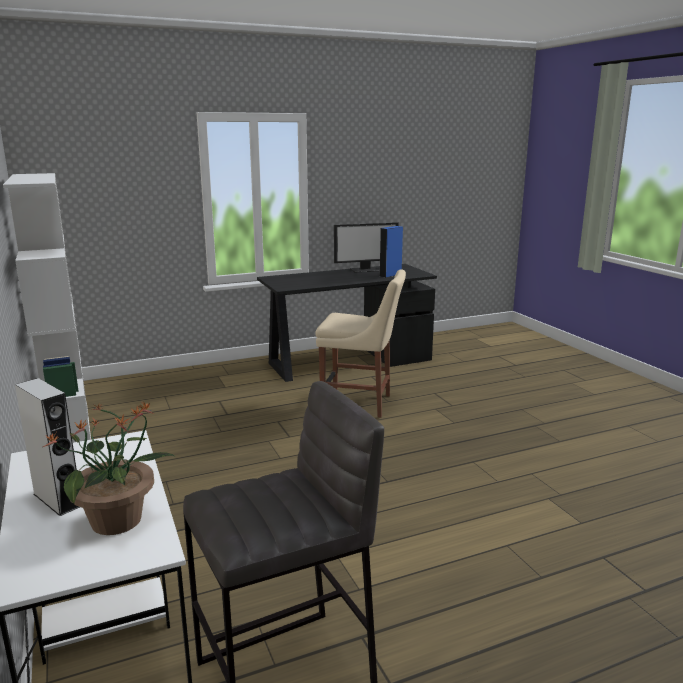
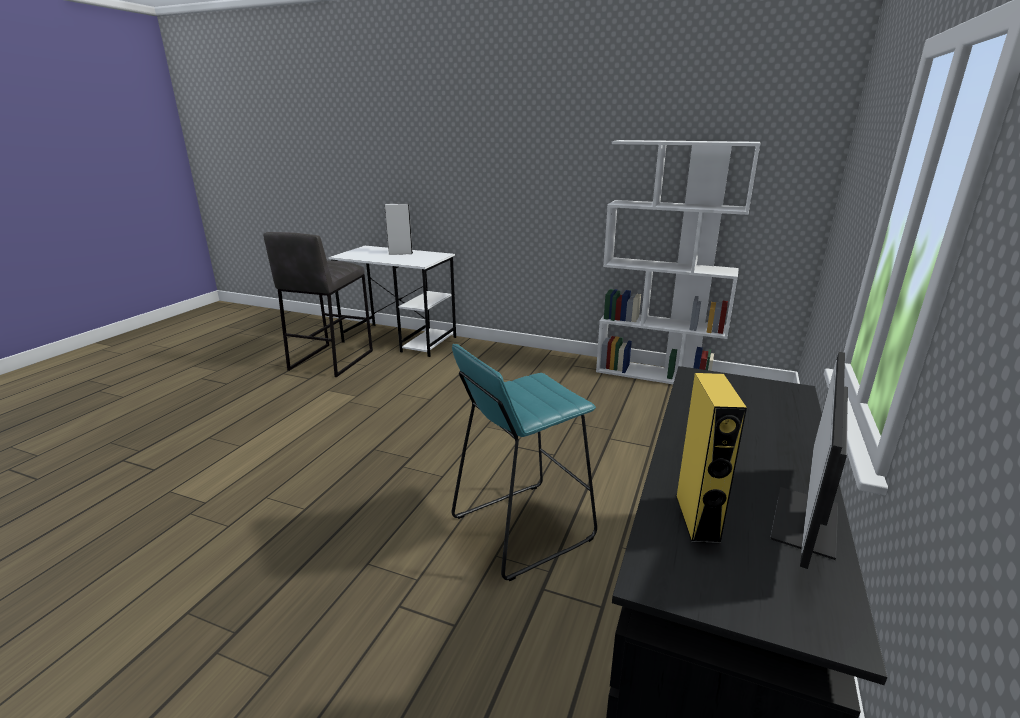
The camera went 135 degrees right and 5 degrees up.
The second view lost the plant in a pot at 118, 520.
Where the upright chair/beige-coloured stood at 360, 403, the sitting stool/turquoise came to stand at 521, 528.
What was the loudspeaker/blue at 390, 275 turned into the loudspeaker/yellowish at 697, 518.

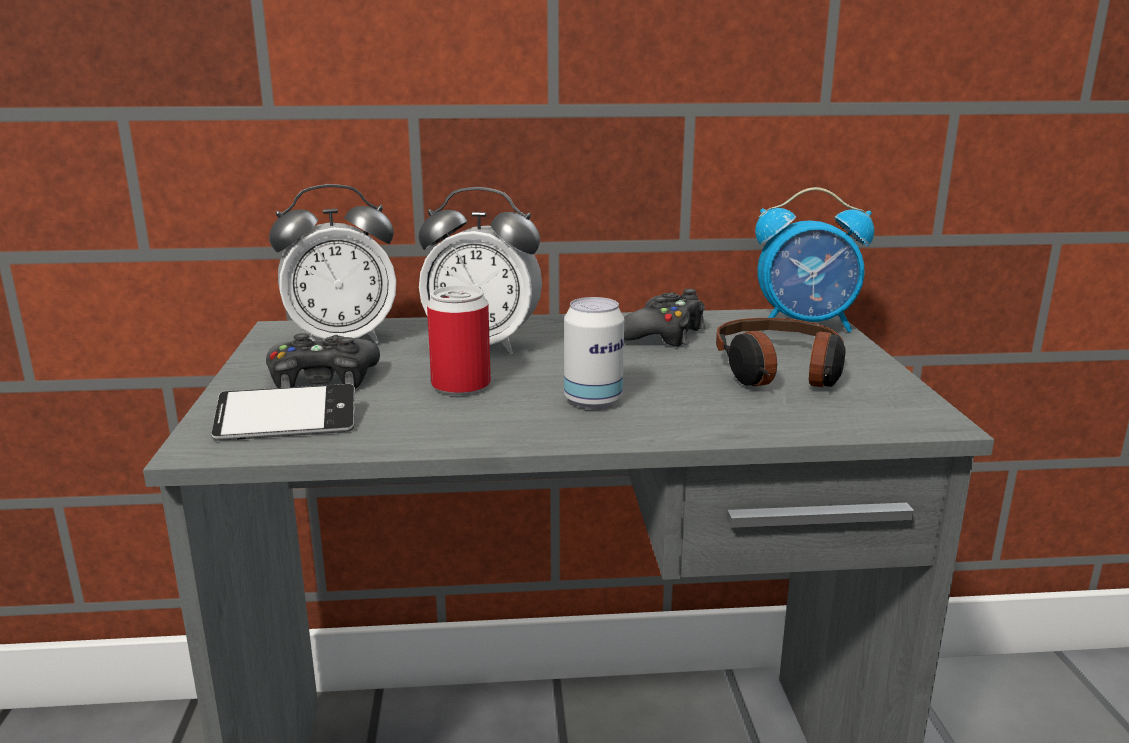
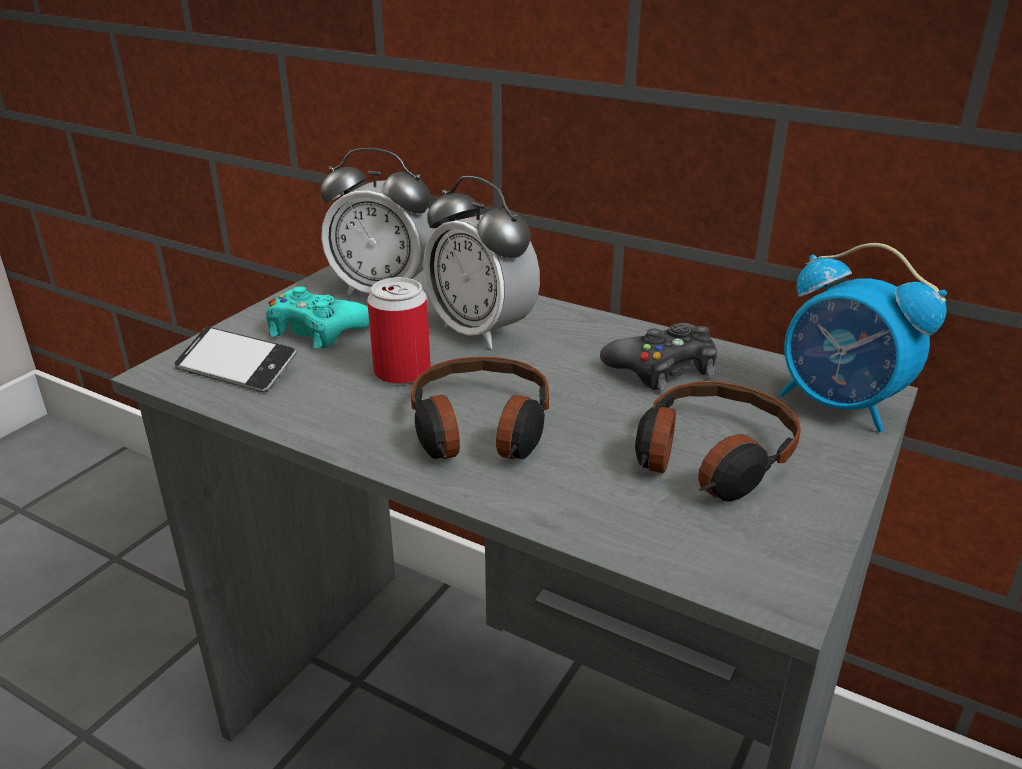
The camera went 35 degrees right and 10 degrees up.
What was the gamepad/black at 323, 379 turned into the gamepad/turquoise at 317, 330.
Where the sealed can stood at 593, 401, the headset came to stand at 480, 429.

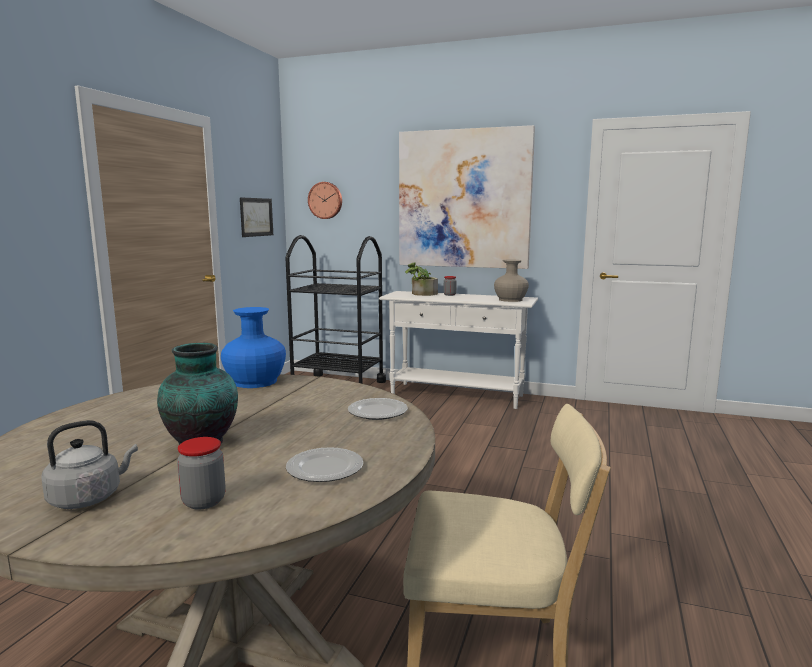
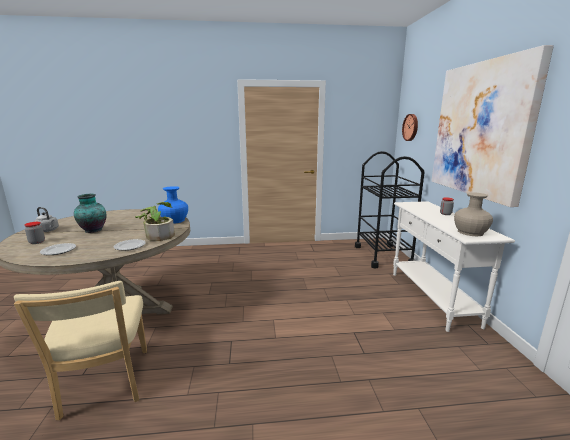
The camera went 65 degrees right and 5 degrees up.
The second view lost the wall art at 256, 217.
The plant in a pot ended up elsewhere, having gone from 421, 294 to 158, 235.

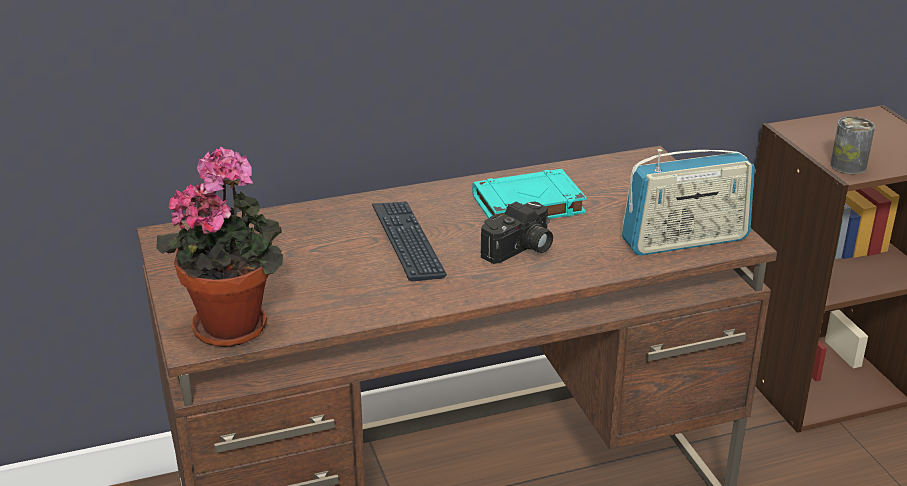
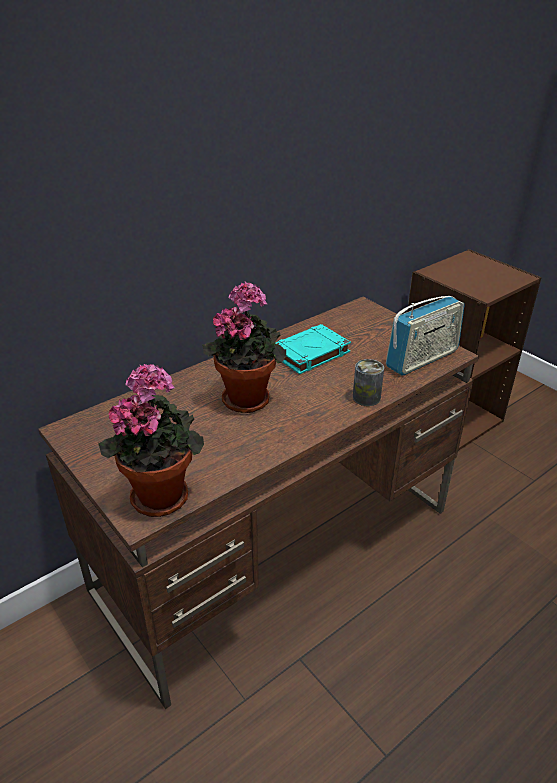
The camera went 20 degrees left and 5 degrees up.
Where the keyboard stood at 407, 241, the plant in a pot came to stand at 247, 397.
The second view lost the photo camera at 520, 250.
The sealed can ended up elsewhere, having gone from 848, 166 to 366, 397.

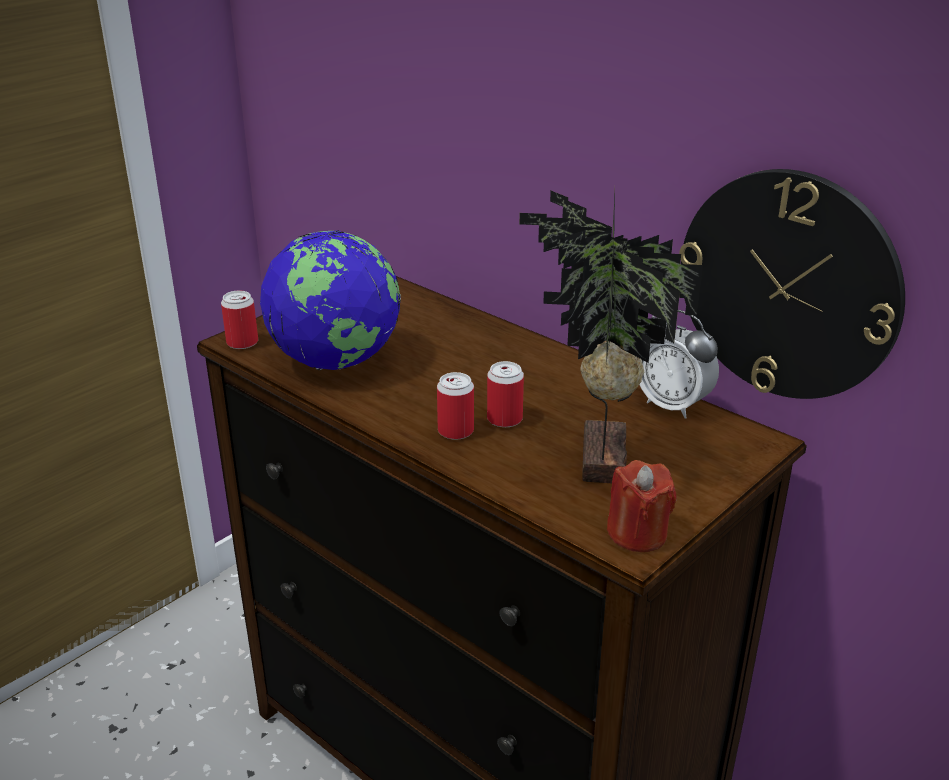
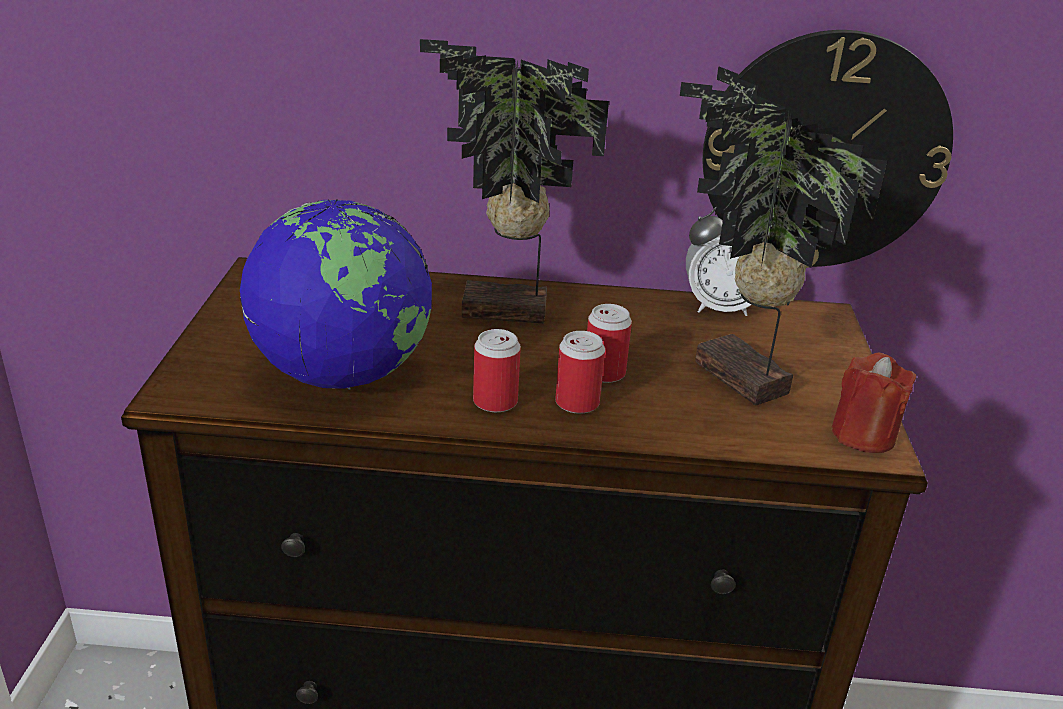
The camera went 40 degrees left and 0 degrees up.
The sealed can ended up elsewhere, having gone from 242, 343 to 495, 402.
The second view gained the plant in a pot at 506, 314.

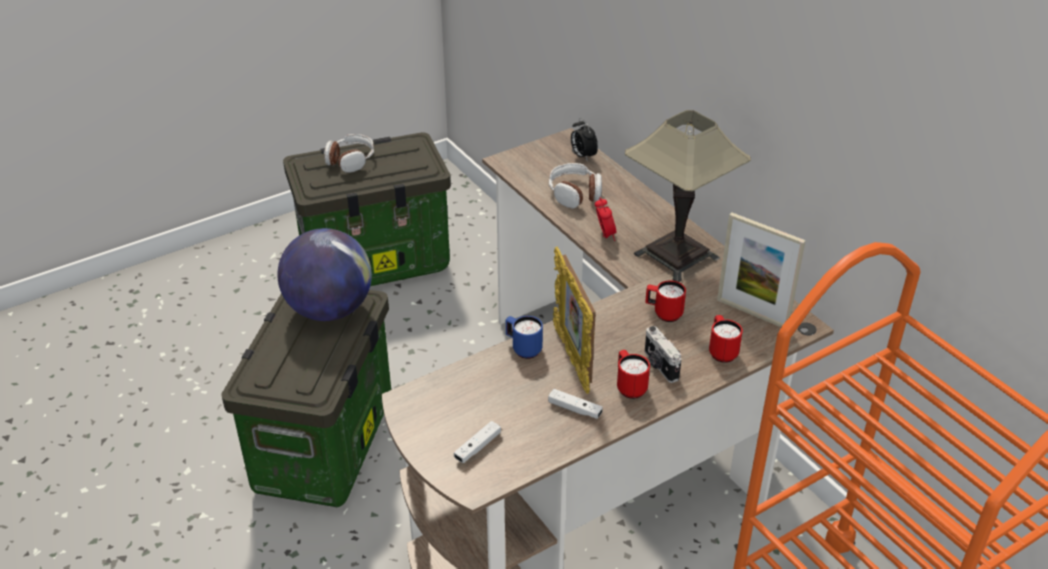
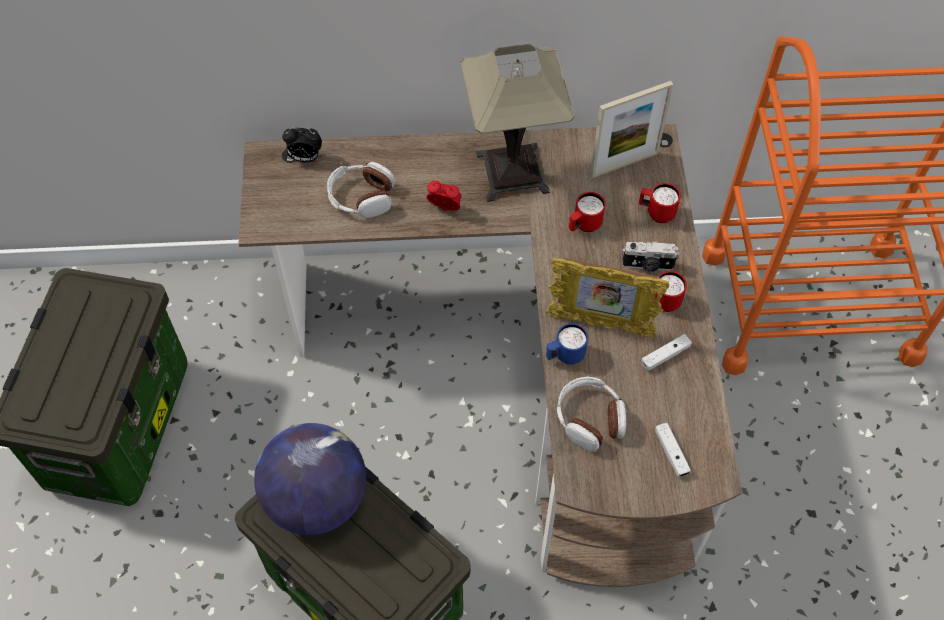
The camera went 60 degrees left and 20 degrees up.
The headset ended up elsewhere, having gone from 350, 160 to 590, 419.

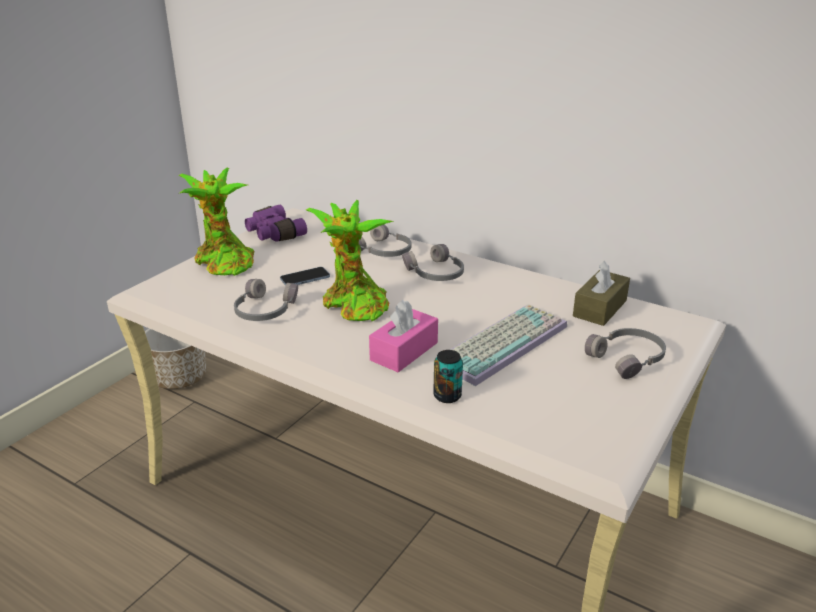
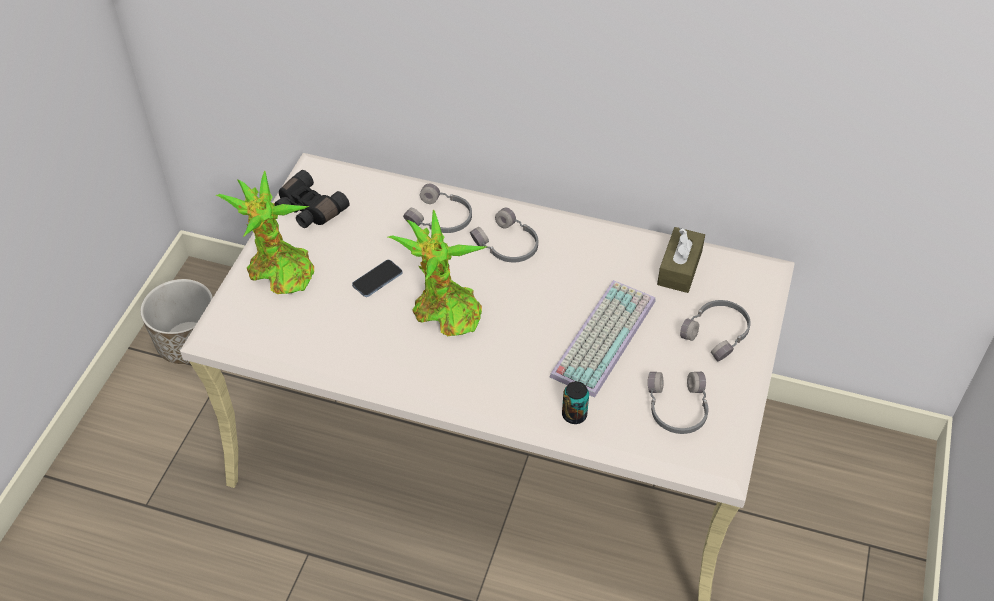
The camera went 15 degrees left and 20 degrees up.
The headset/gray ended up elsewhere, having gone from 264, 310 to 676, 408.
What was the binoculars/purplish at 273, 234 turned into the binoculars/black at 308, 210.
The second view lost the tissue holder/pink-coloured at 404, 351.

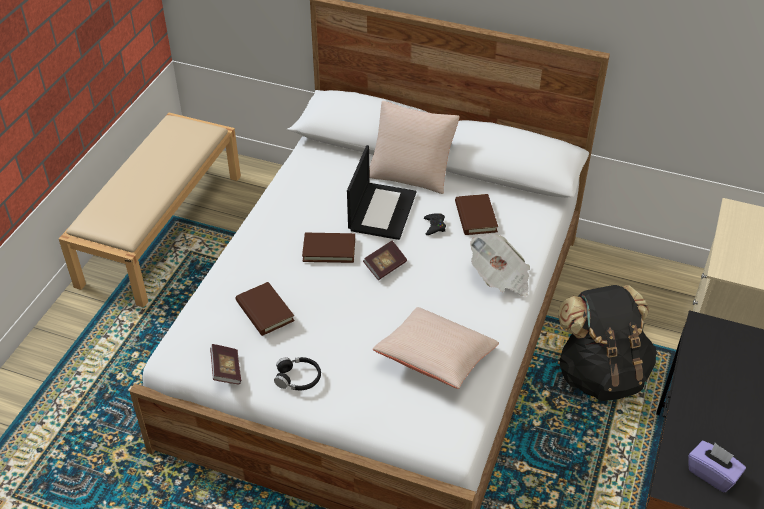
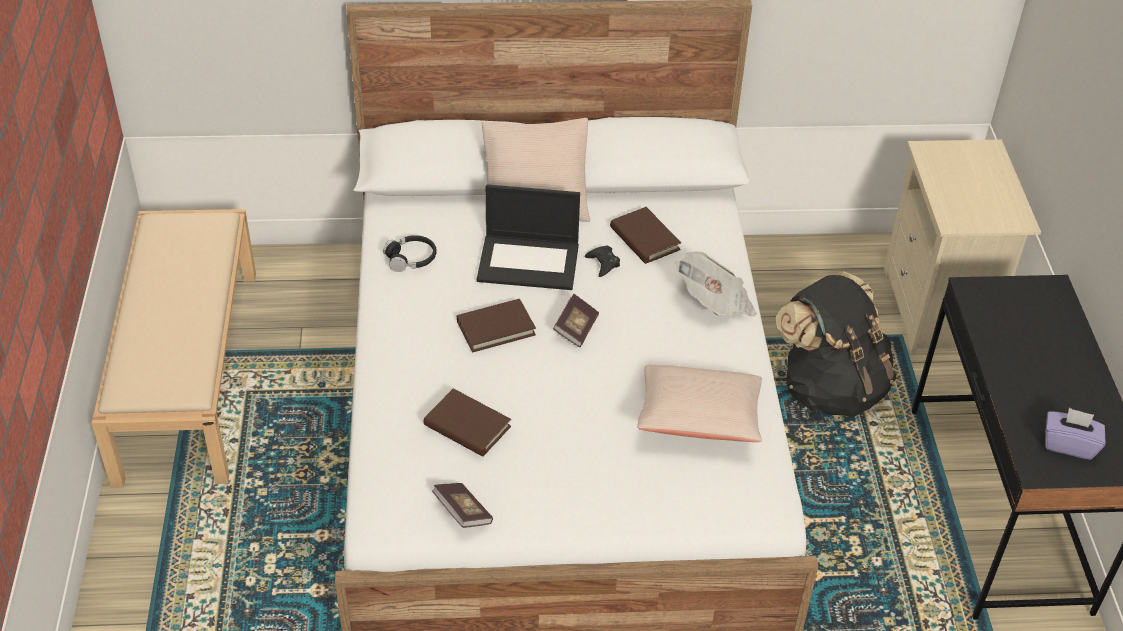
The camera went 25 degrees left and 0 degrees up.
The headset/black ended up elsewhere, having gone from 298, 378 to 411, 259.
The notebook computer at 382, 210 ended up facing another way, 105 degrees clockwise from before.

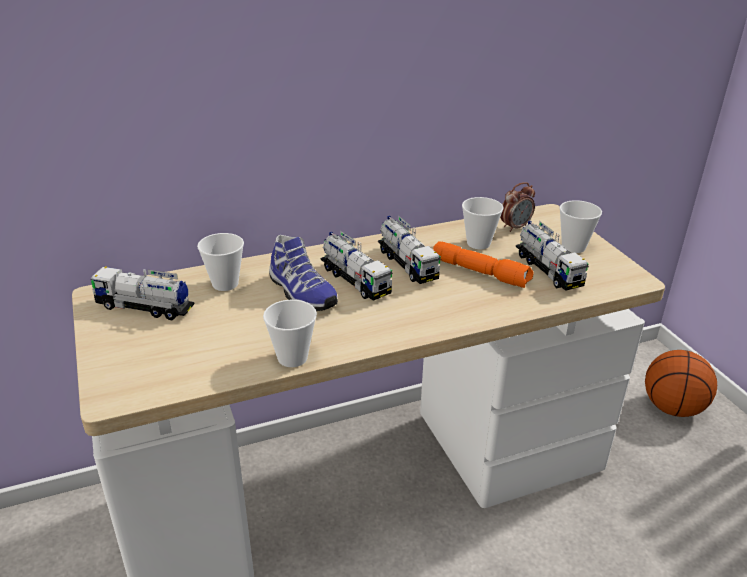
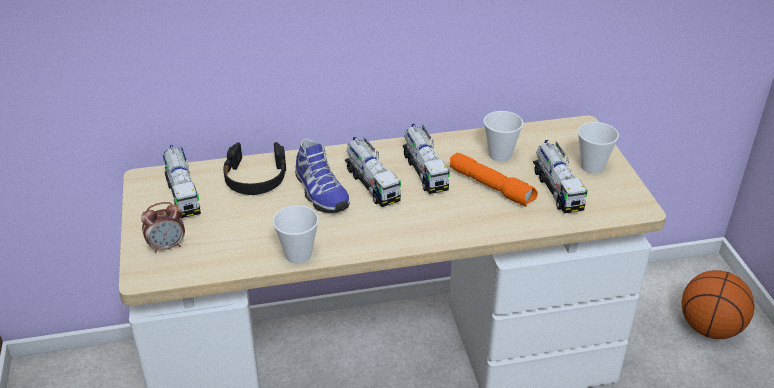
The camera went 10 degrees right and 5 degrees up.
The model truck at 145, 307 ended up facing another way, 135 degrees counterclockwise from before.
Where the cup stood at 225, 284, the headset/black came to stand at 255, 177.
The table clock ended up elsewhere, having gone from 515, 227 to 167, 246.

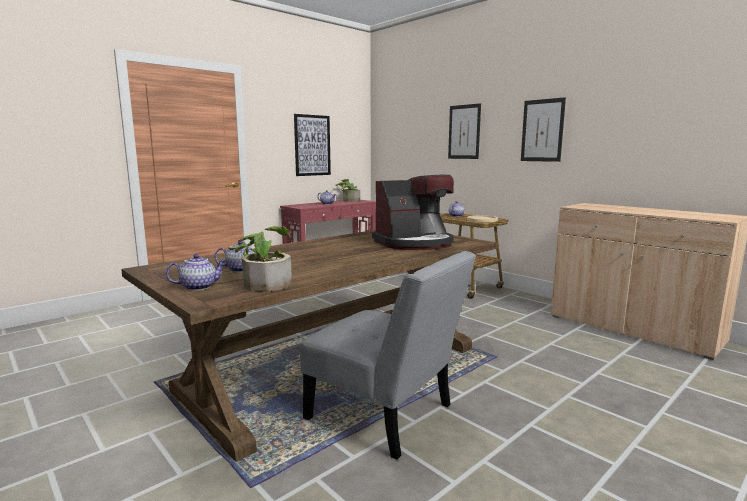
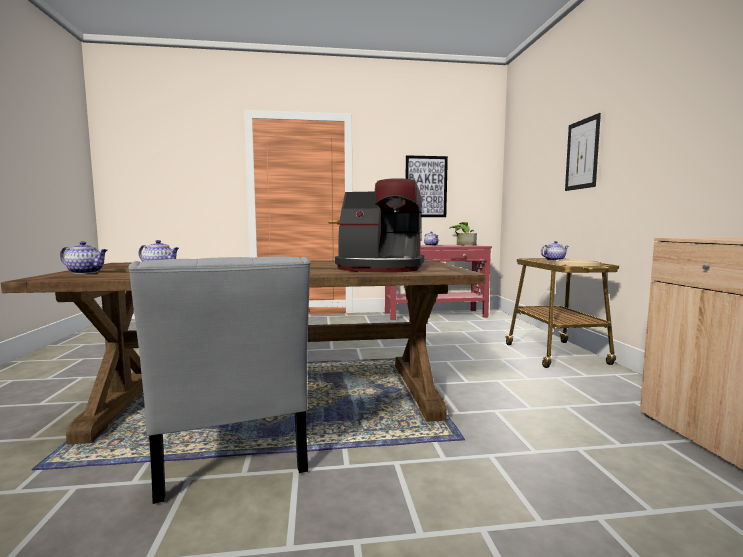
The camera went 35 degrees right and 5 degrees down.
The second view lost the plant in a pot at 264, 283.
The second view lost the wall art at 542, 130.

